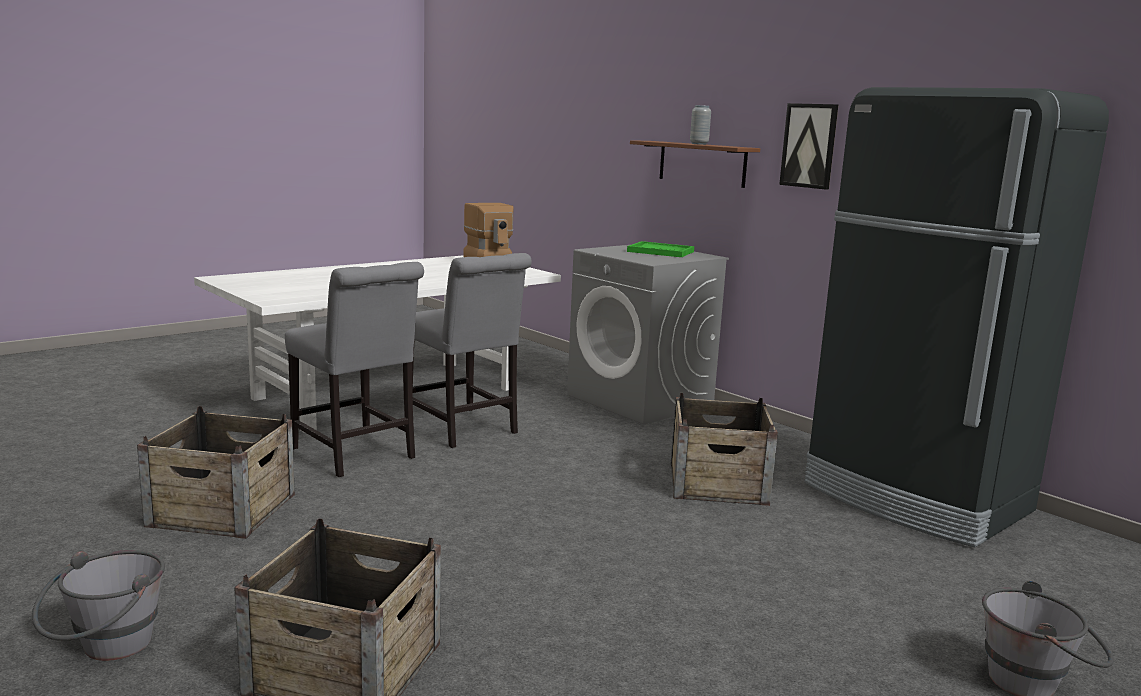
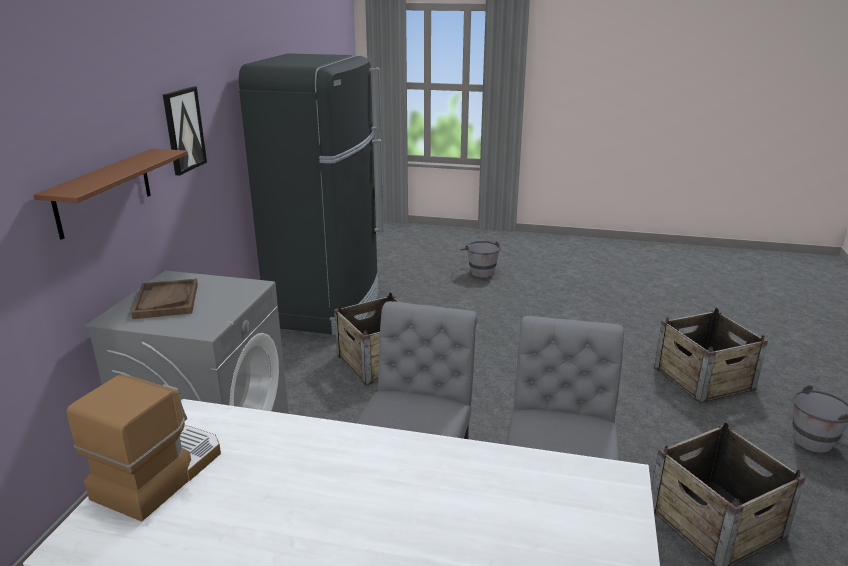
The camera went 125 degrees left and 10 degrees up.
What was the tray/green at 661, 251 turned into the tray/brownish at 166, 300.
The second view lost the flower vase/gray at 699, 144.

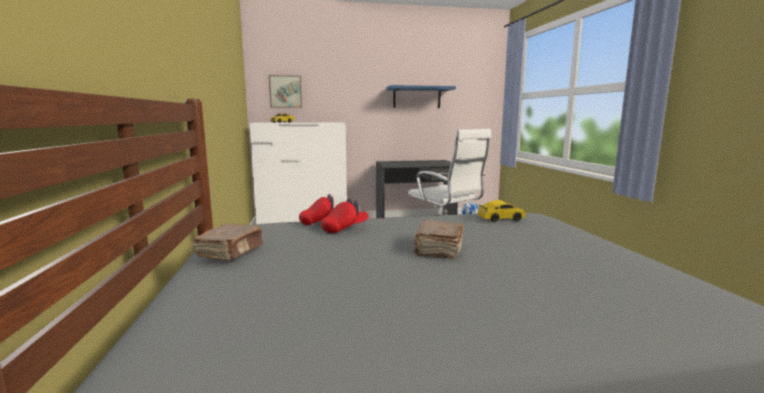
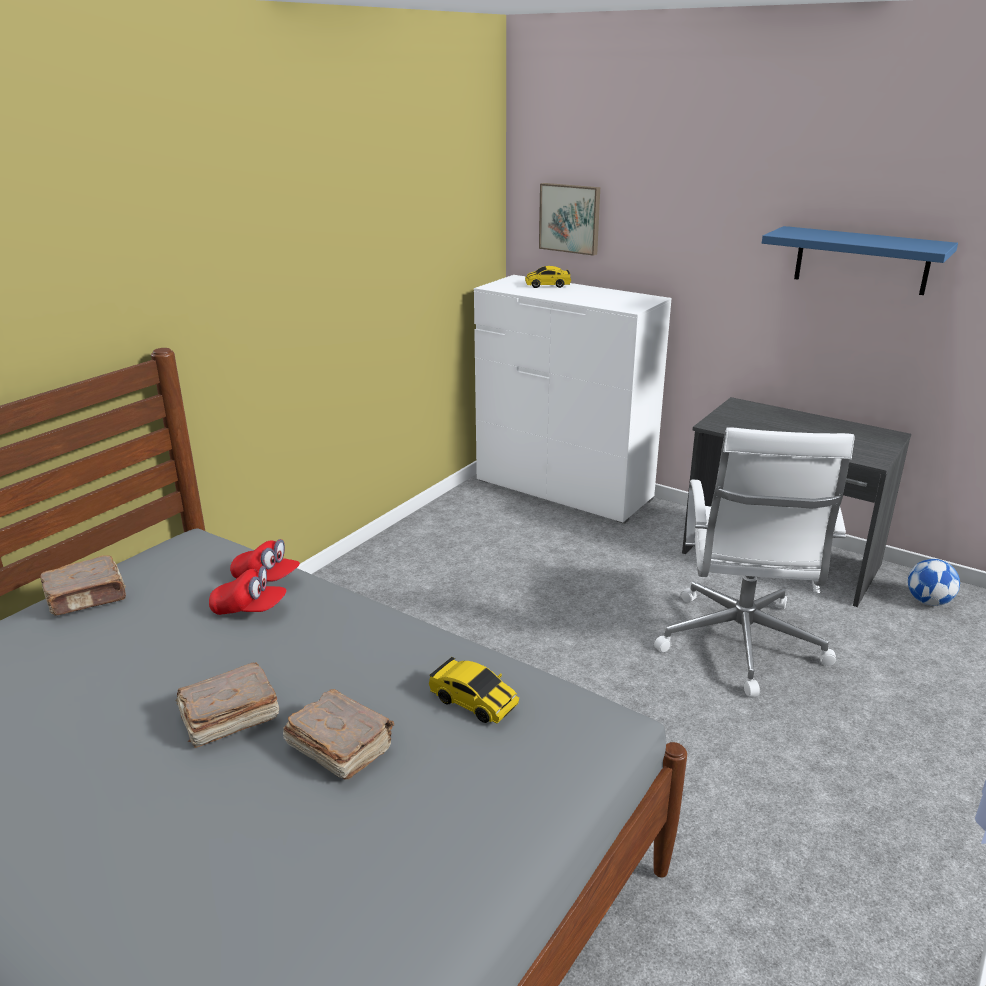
The camera went 45 degrees right and 15 degrees up.
The second view gained the volume/brownish at 339, 747.

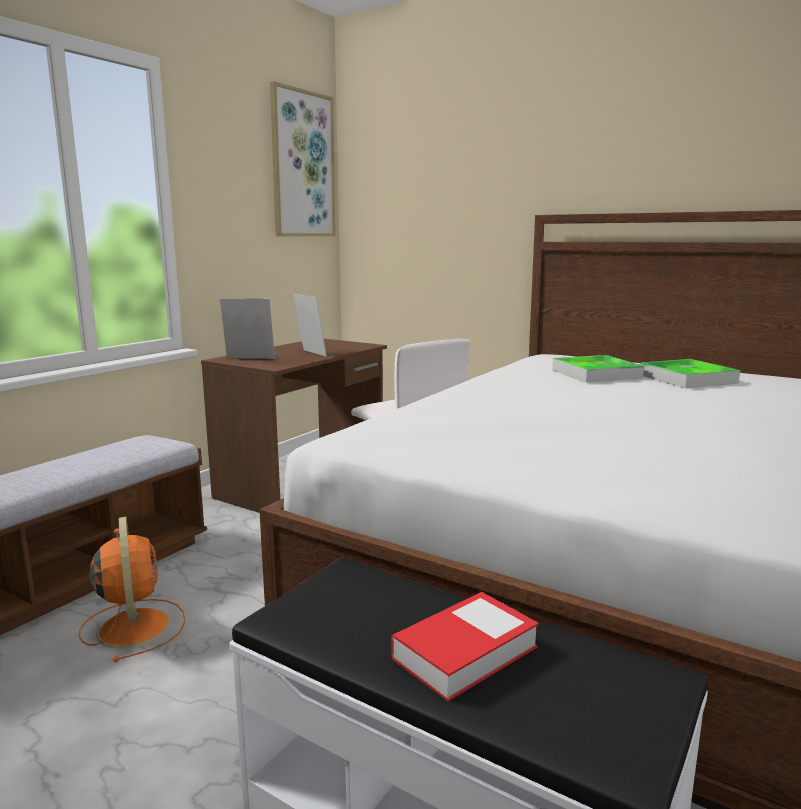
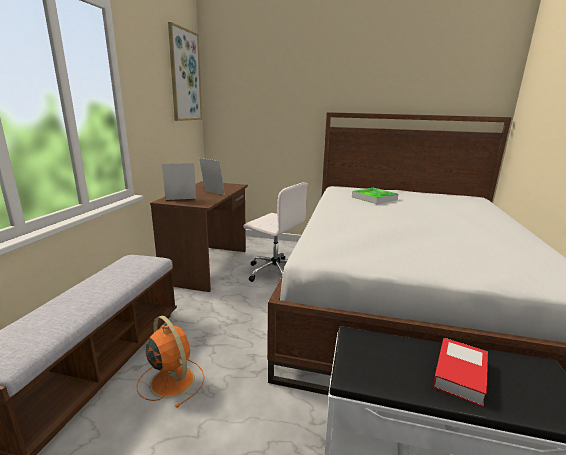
The camera went 20 degrees left and 5 degrees up.
The second view lost the tray at 687, 379.

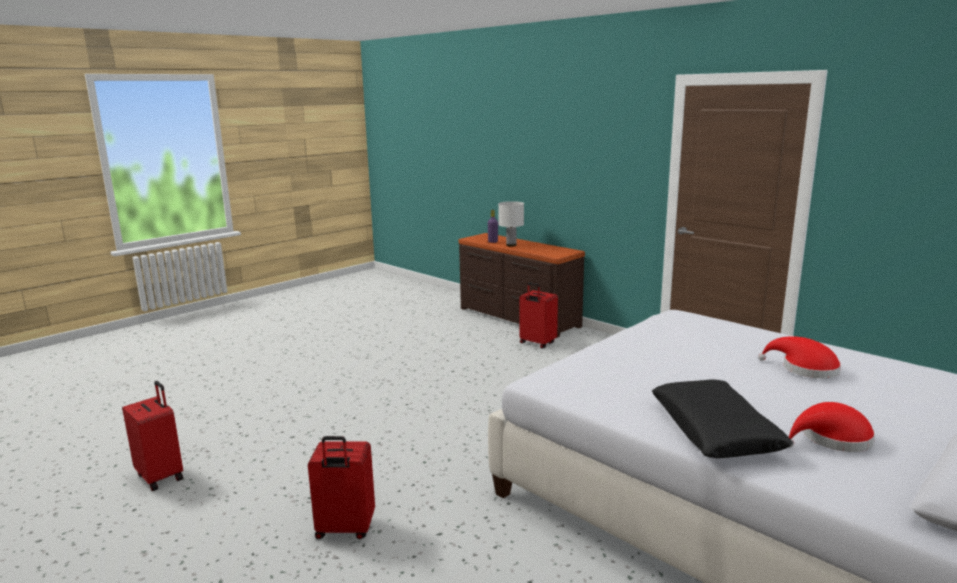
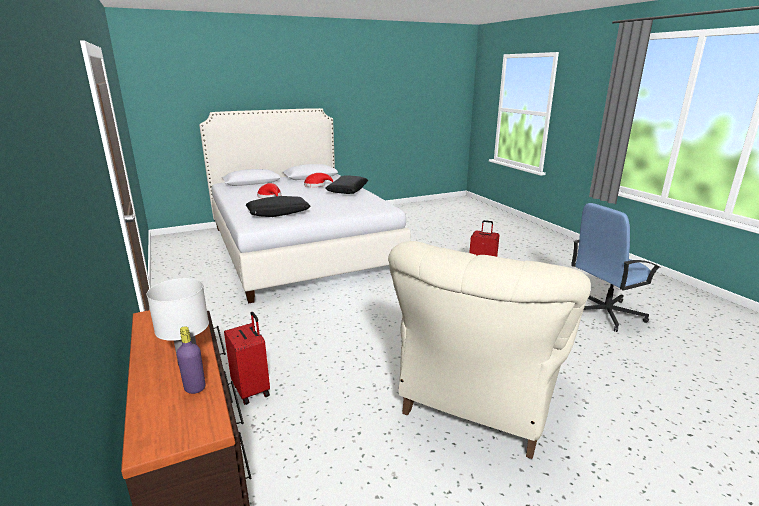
The camera went 160 degrees left and 5 degrees up.
Where the travel case/reddish stood at 161, 476, the desk chair/blue came to stand at 604, 313.
The second view gained the cushion/black at 278, 213.
The second view gained the easy chair/beige-coloured at 480, 398.

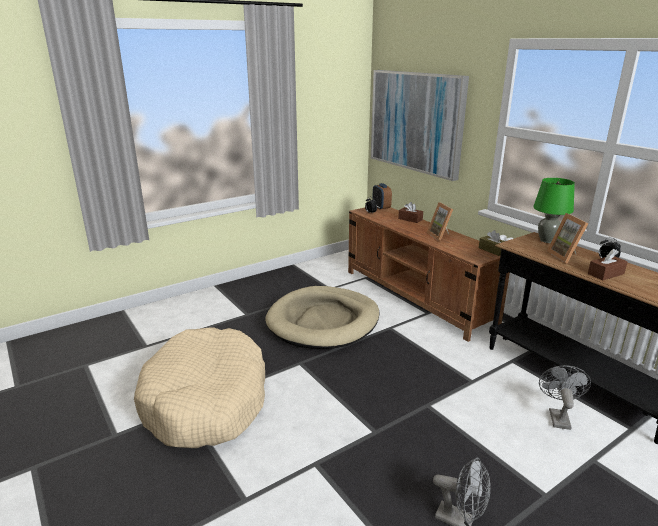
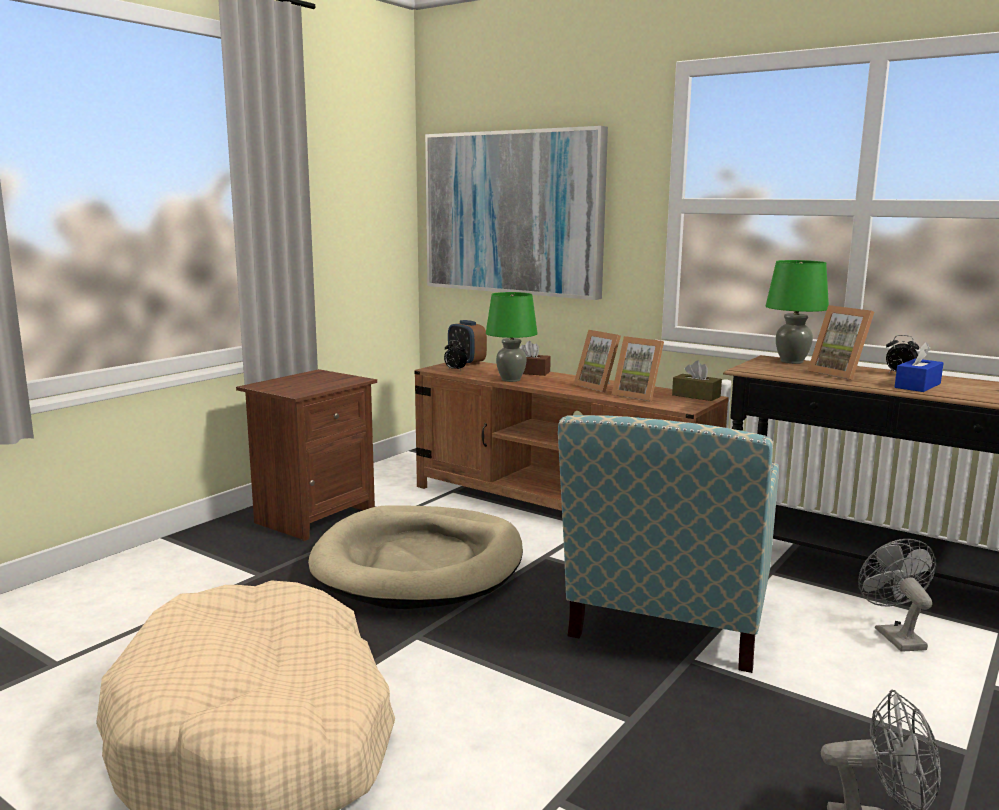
The camera went 20 degrees left and 10 degrees down.
What was the tissue holder/brownish at 605, 274 turned into the tissue holder/blue at 917, 386.
The second view gained the bedside table/brownish at 313, 517.
The second view gained the tabletop lamp/green at 510, 380.
The second view gained the easy chair at 665, 628.
The second view gained the photo frame at 638, 396.

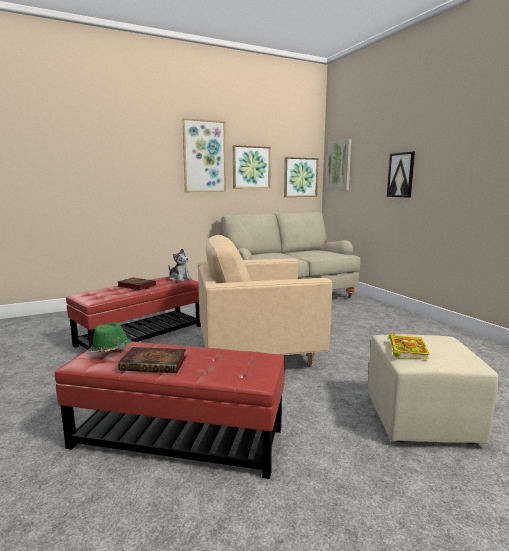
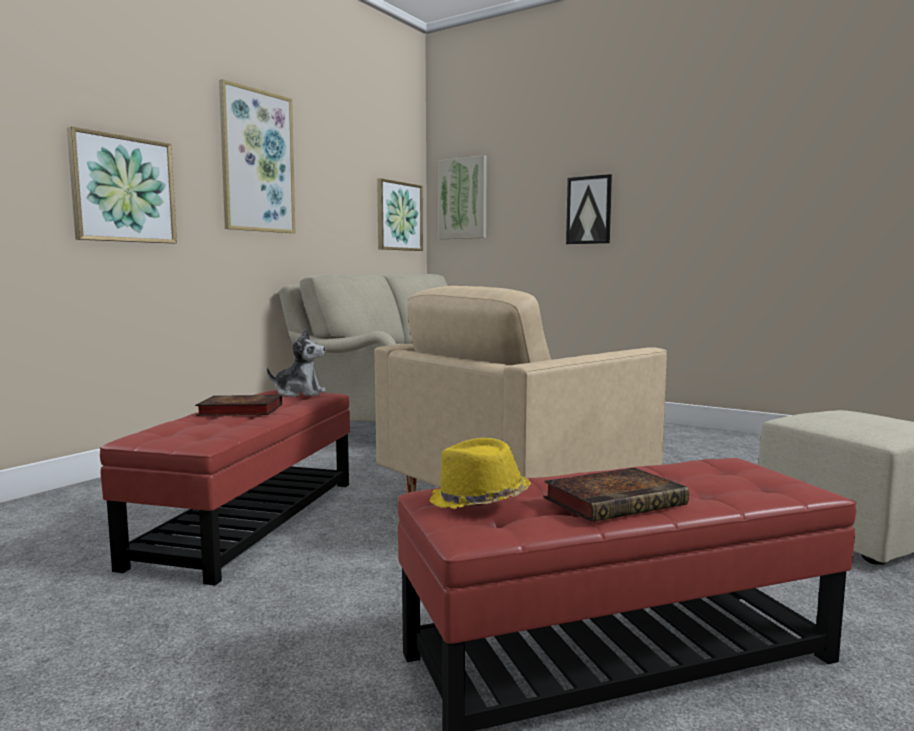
The camera went 30 degrees left and 5 degrees down.
What was the wearable hat/green at 110, 350 turned into the wearable hat/yellowish at 478, 501.
The wall art ended up elsewhere, having gone from 251, 167 to 123, 189.
The second view lost the volume at 407, 348.

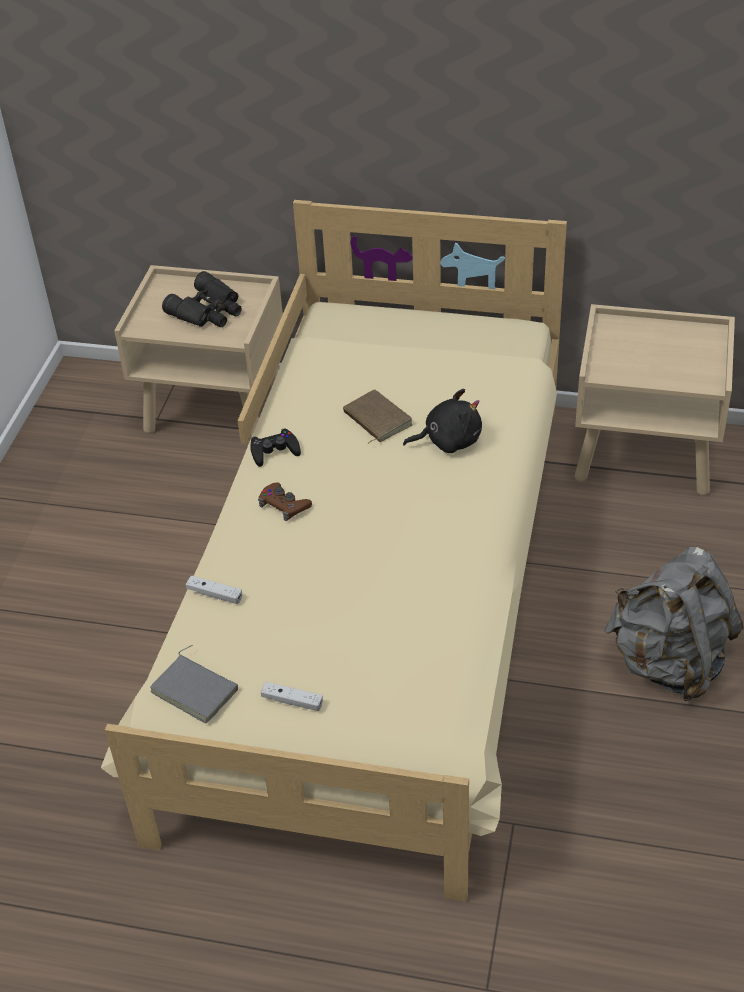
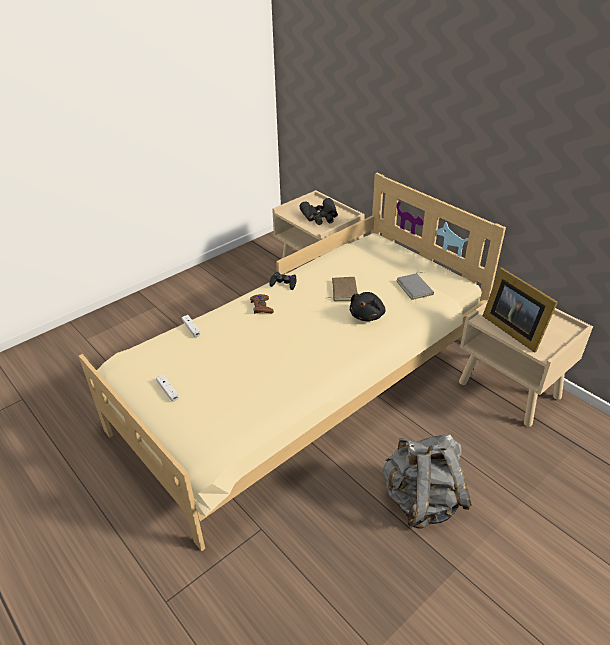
The camera went 35 degrees right and 5 degrees down.
The volume/gray ended up elsewhere, having gone from 196, 689 to 415, 288.
The plush toy/black at 448, 440 ended up facing another way, 90 degrees clockwise from before.
The second view gained the photo frame at 512, 329.

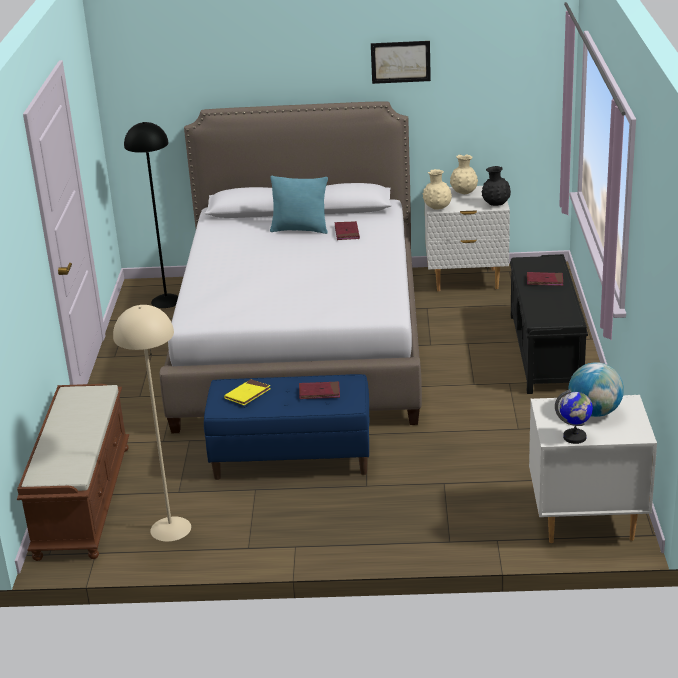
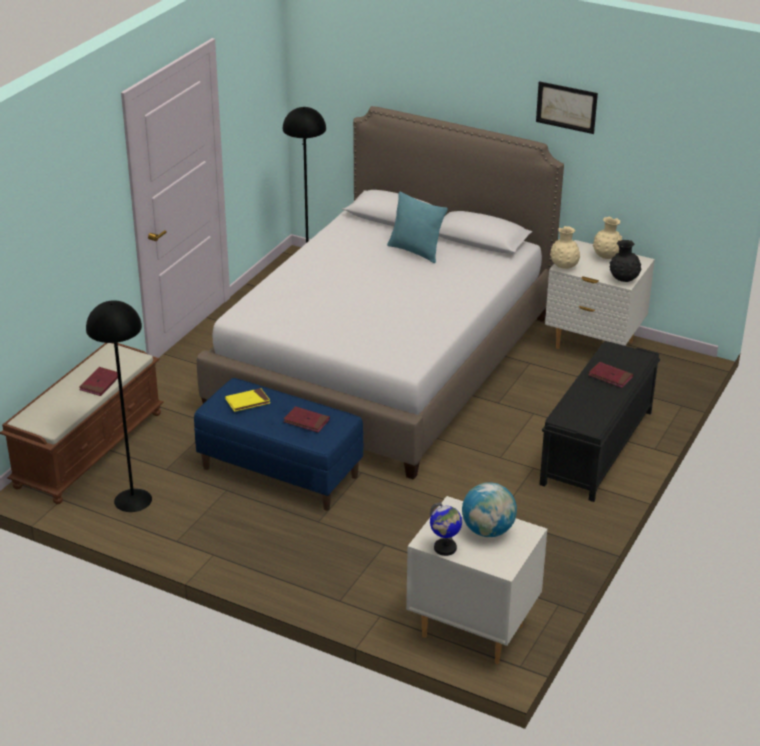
The camera went 25 degrees right and 5 degrees up.
What was the standard lamp/beige-coloured at 170, 529 turned into the standard lamp/black at 132, 500.
The volume/reddish ended up elsewhere, having gone from 347, 232 to 100, 383.

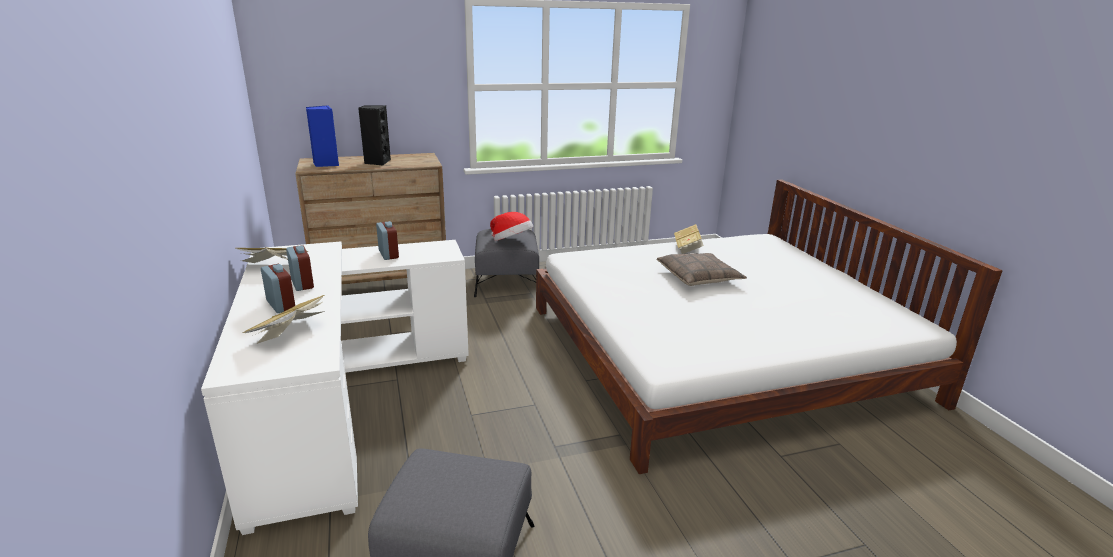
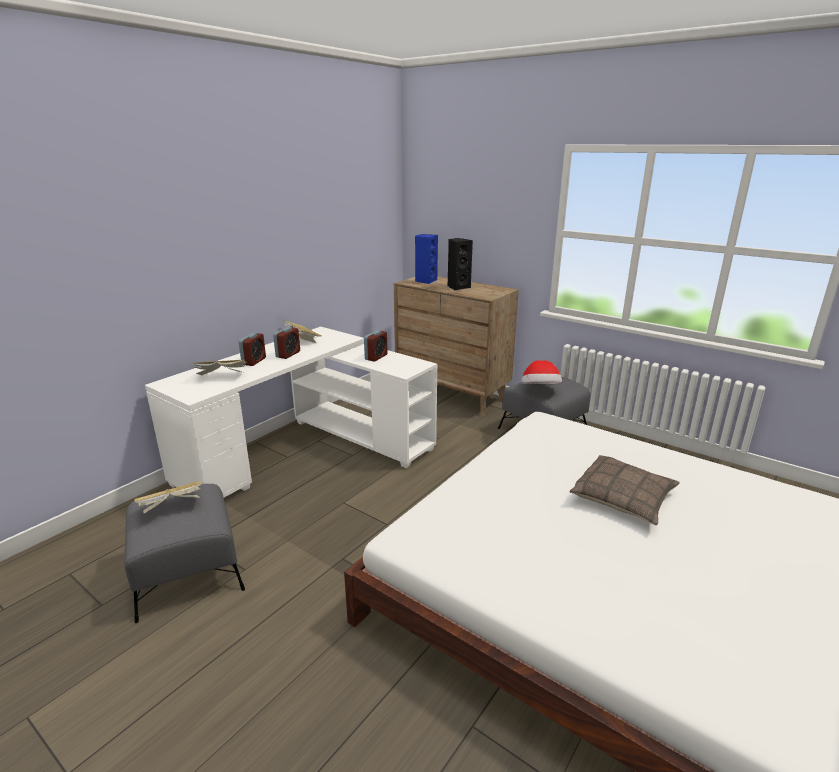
The camera went 55 degrees right and 0 degrees up.
The volume ended up elsewhere, having gone from 687, 248 to 172, 508.

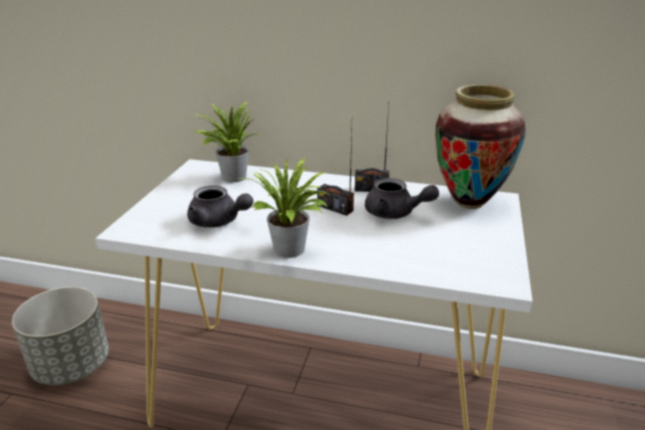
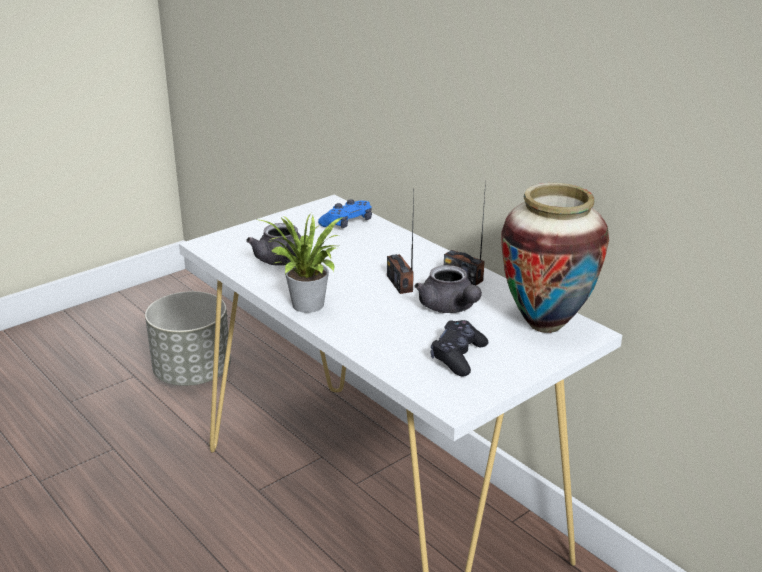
The camera went 35 degrees right and 0 degrees up.
Where the plant in a pot stood at 231, 176, the gamepad/blue came to stand at 347, 223.
The second view gained the gamepad/black at 458, 356.

